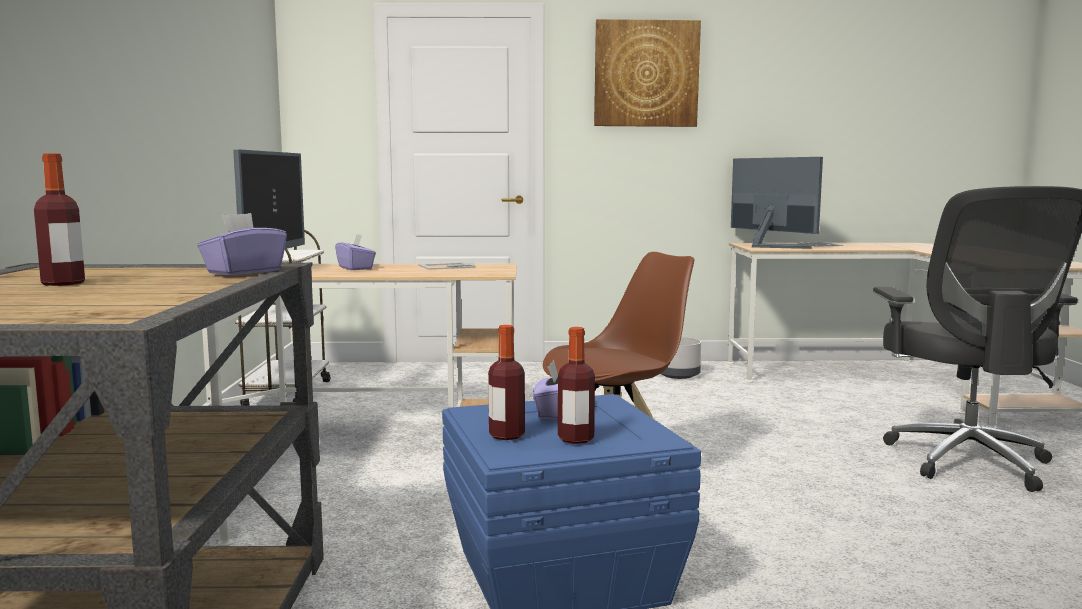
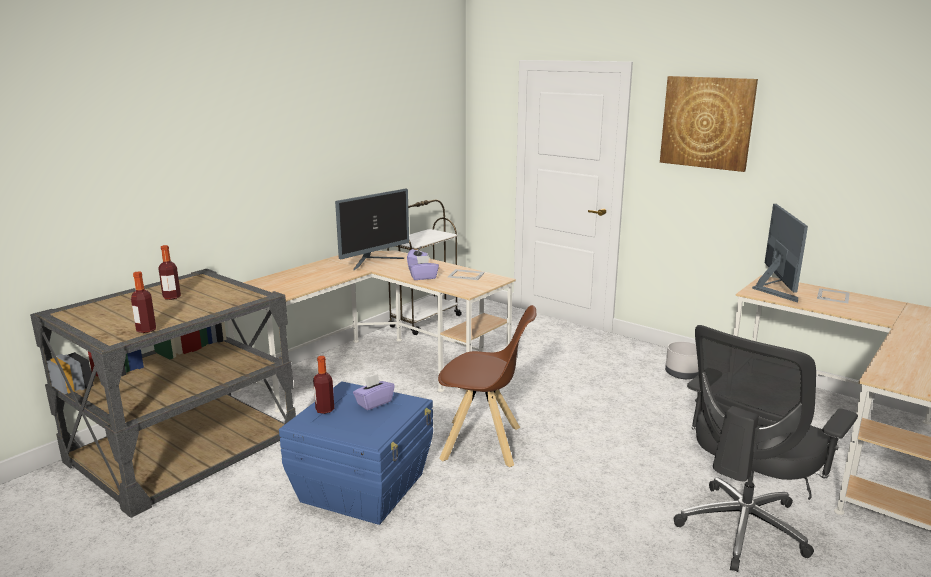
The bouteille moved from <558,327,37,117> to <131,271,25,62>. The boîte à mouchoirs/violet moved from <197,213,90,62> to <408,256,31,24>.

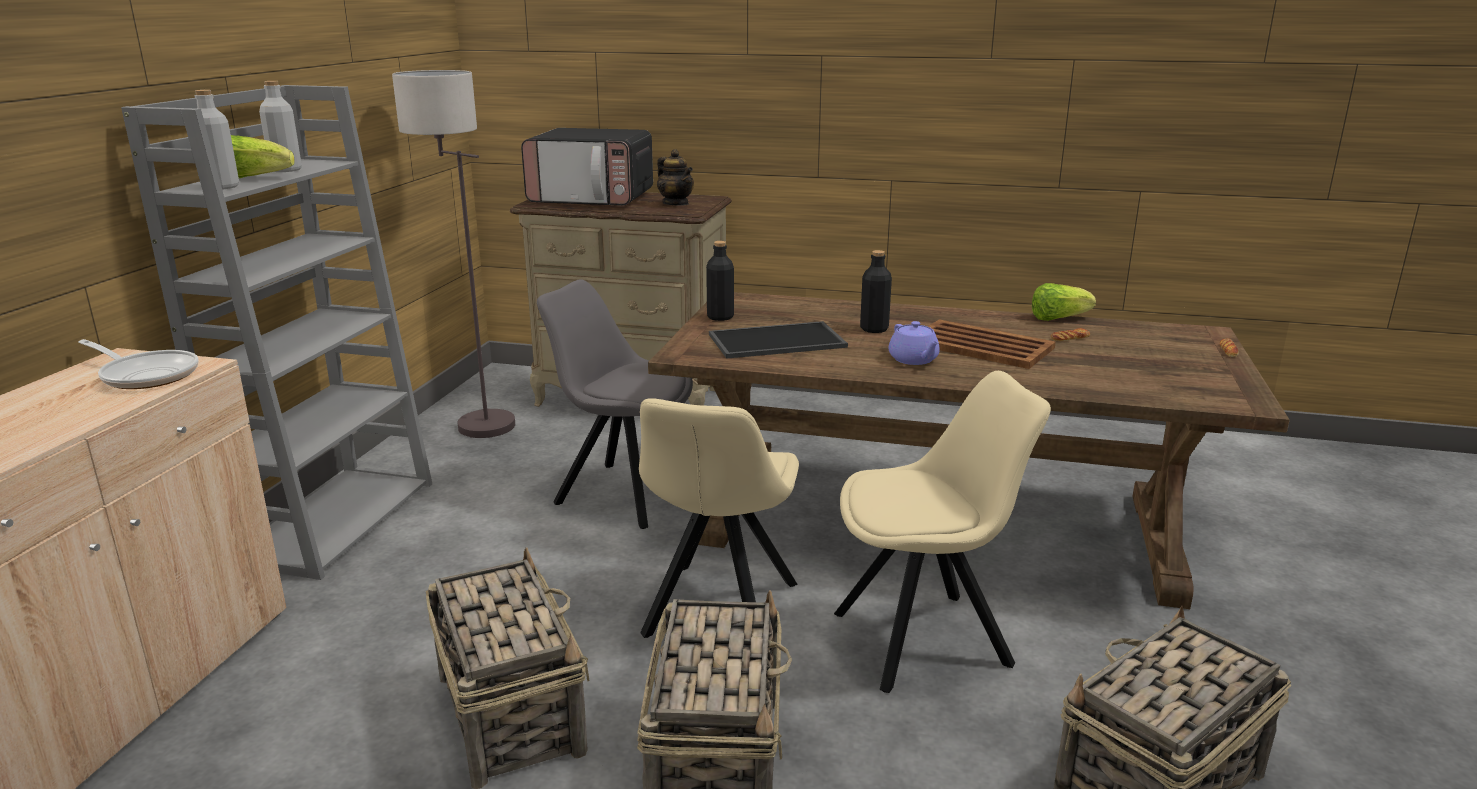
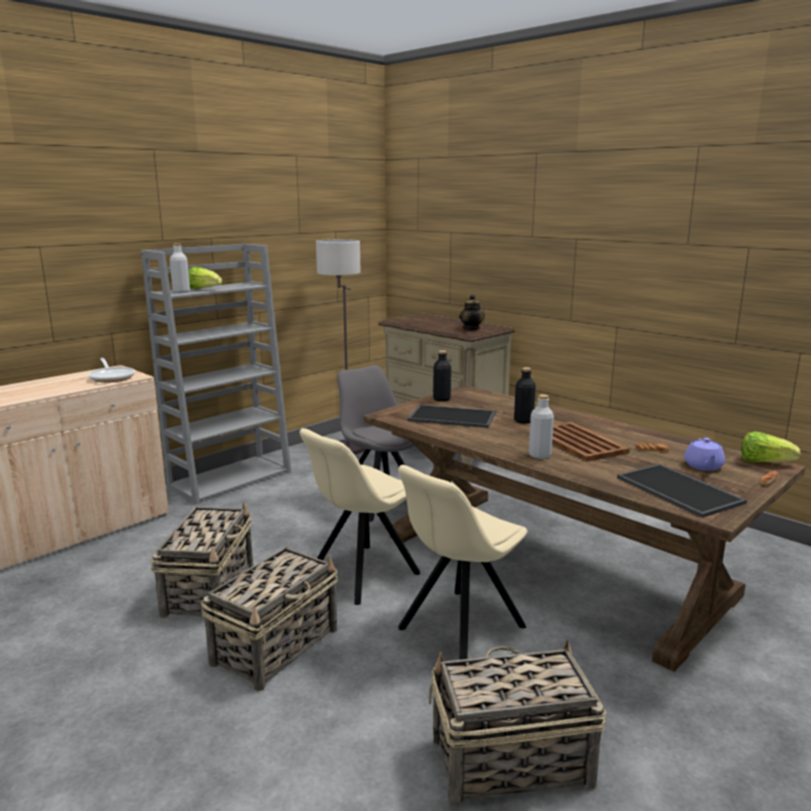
The chaise/beige at <834,371,217,322> turned 120 degrees clockwise. The bouteille/gris moved from <259,81,43,91> to <529,394,25,65>. The plateau at <617,464,130,54> appeared. The théière/violet moved from <889,321,51,44> to <684,438,41,33>. The laitue moved from <1032,283,64,38> to <741,431,59,31>. The micro-ondes at <521,128,132,78> disappeared.

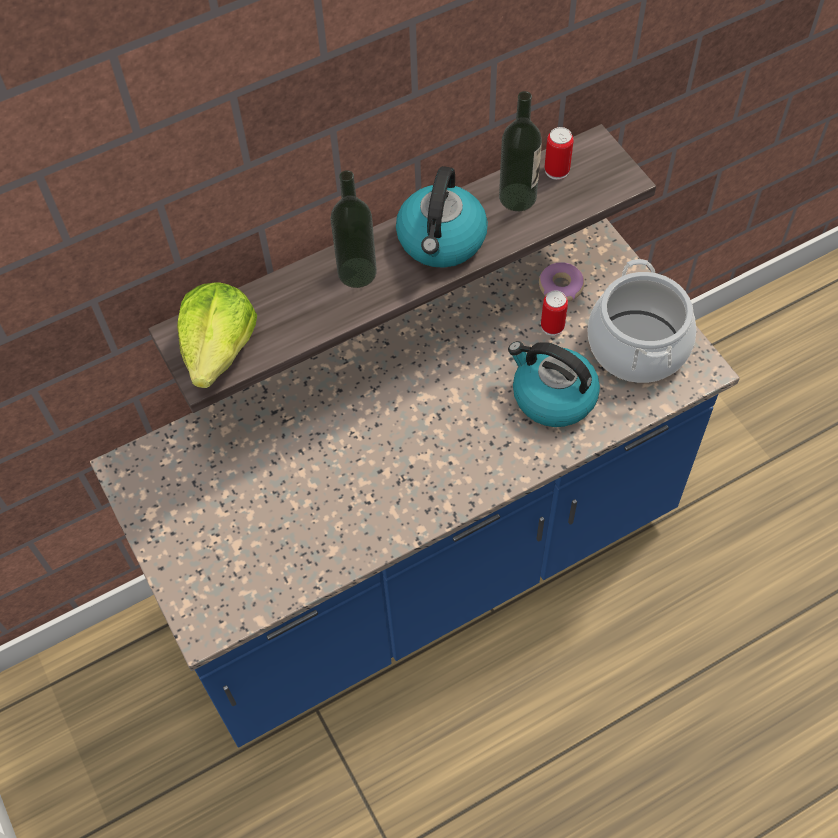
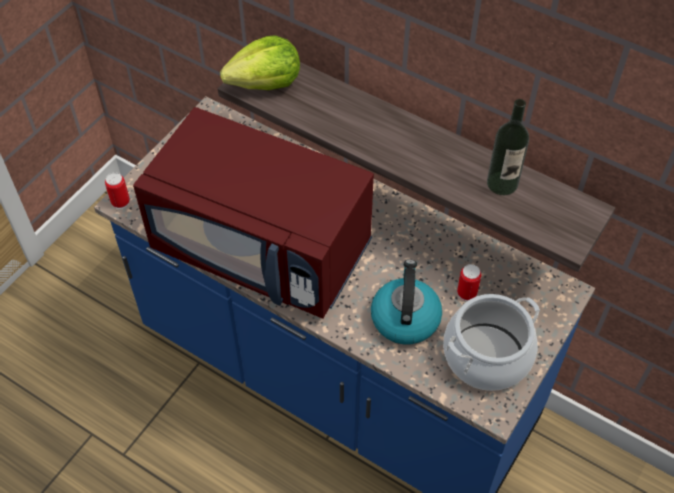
The boîte métallique moved from <545,127,29,53> to <105,172,25,37>. The micro-ondes/rouge at <133,107,241,212> appeared. The bouteille at <330,170,47,118> disappeared. The bouilloire at <396,166,92,102> disappeared. The beignet at <539,262,45,40> disappeared.

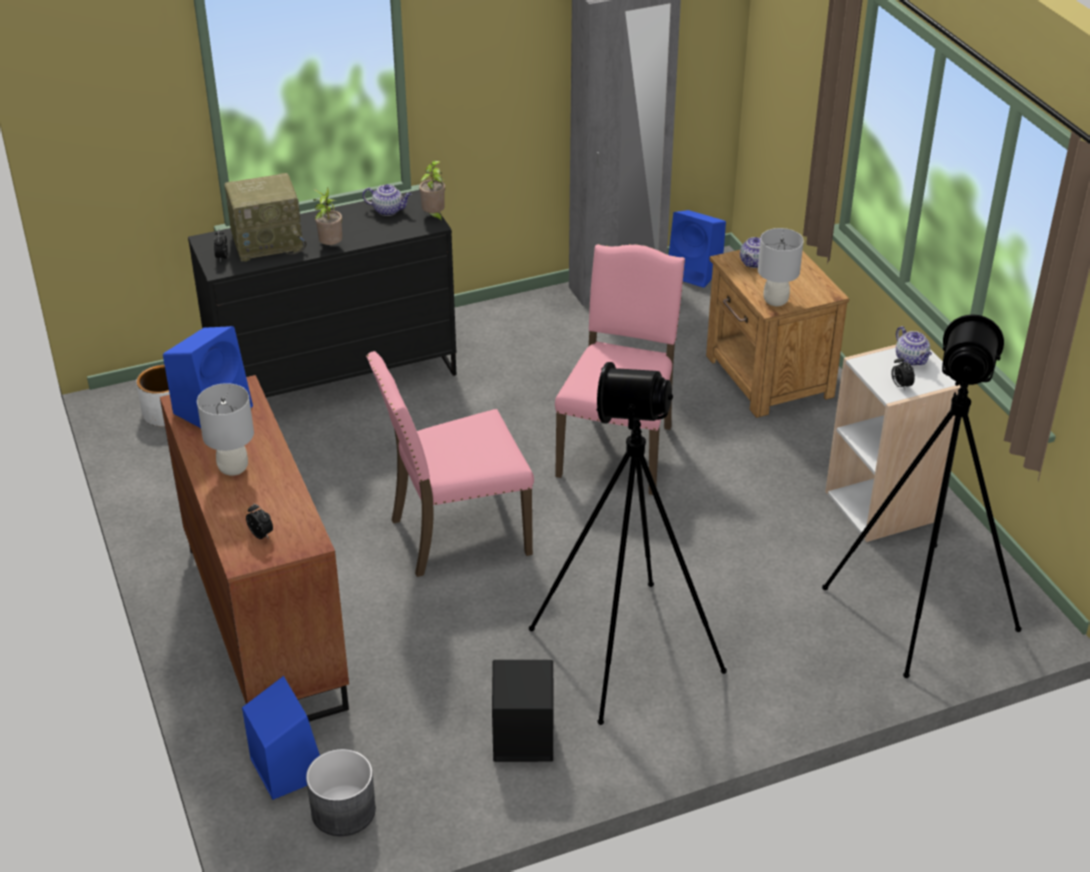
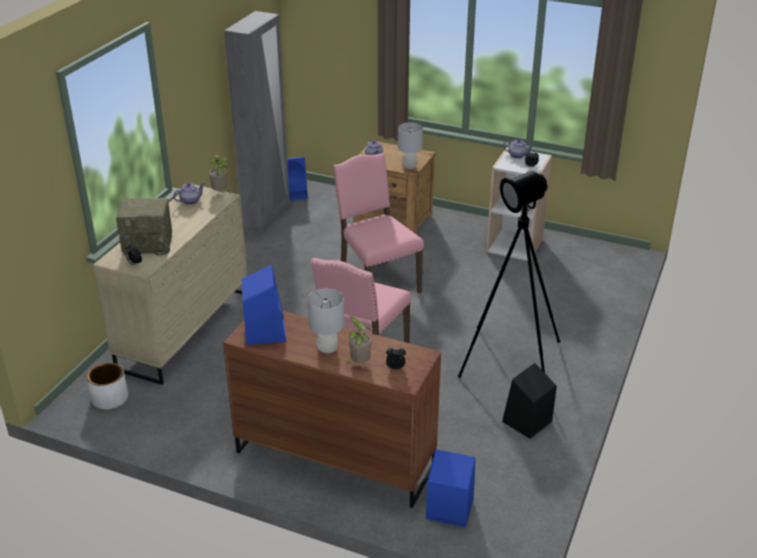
The commode/noir at <188,190,269,208> became the commode/beige at <93,185,154,200>. The radio at <224,173,83,89> turned 60 degrees clockwise. The plante en pot moved from <313,188,29,57> to <345,317,27,47>. The cache-pot/gris at <306,749,70,87> disappeared. The lampadaire/noir at <822,315,200,363> disappeared.

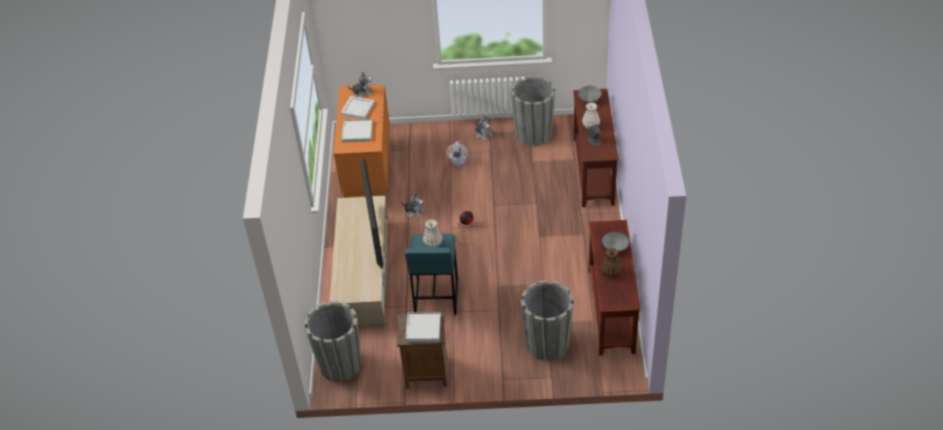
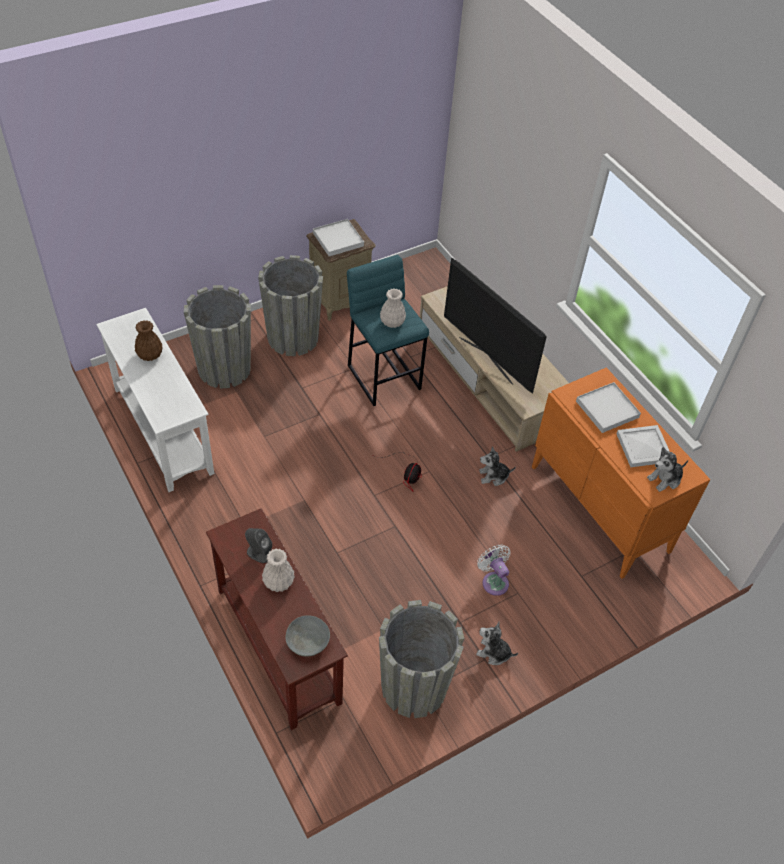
The table console/marron at <589,220,52,136> became the table console/blanc at <96,308,118,184>. The cache-pot/gris moved from <304,301,57,81> to <258,255,65,101>. The bol/gris at <602,232,27,20> disappeared.

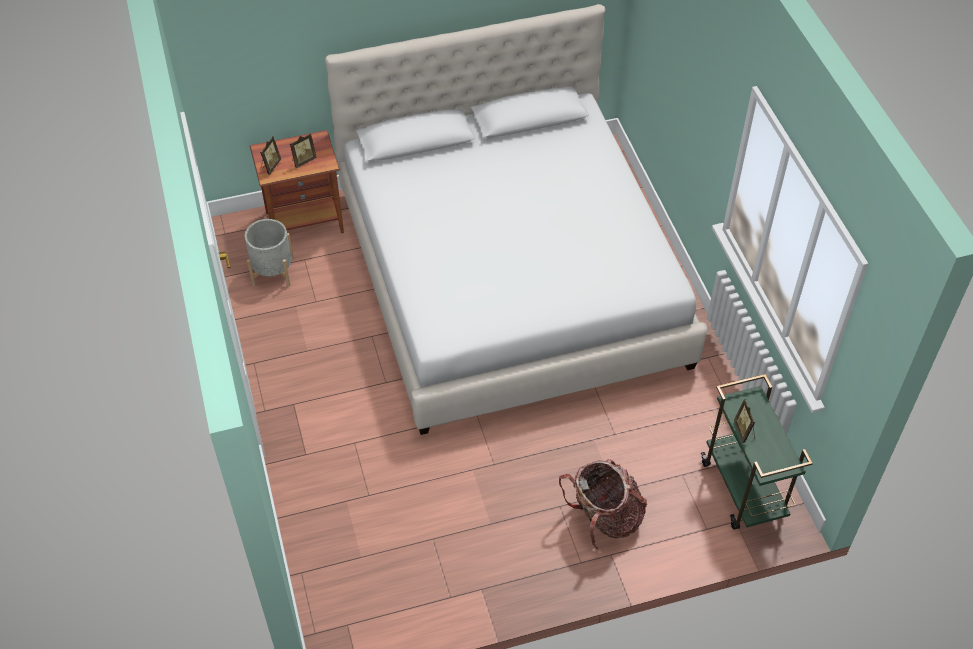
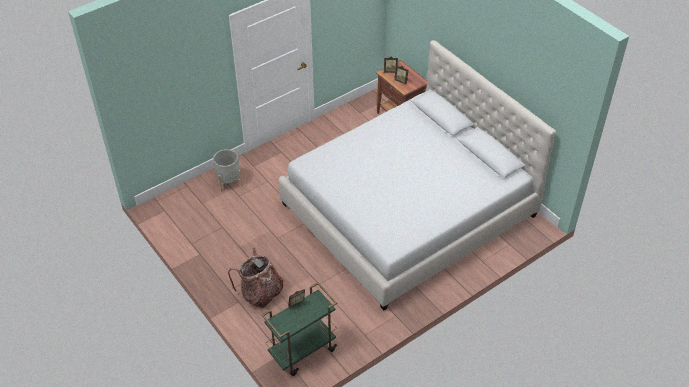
The cache-pot/gris moved from <245,219,49,68> to <213,149,30,43>.

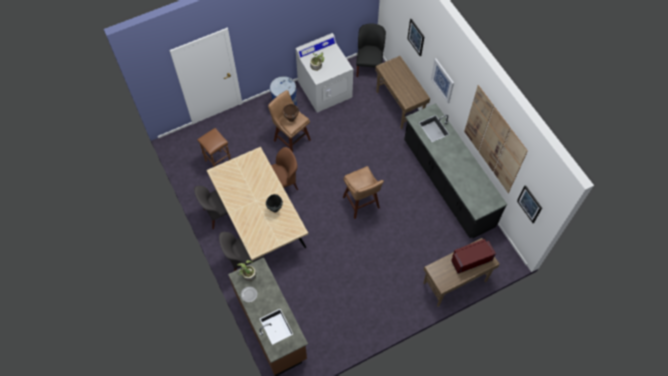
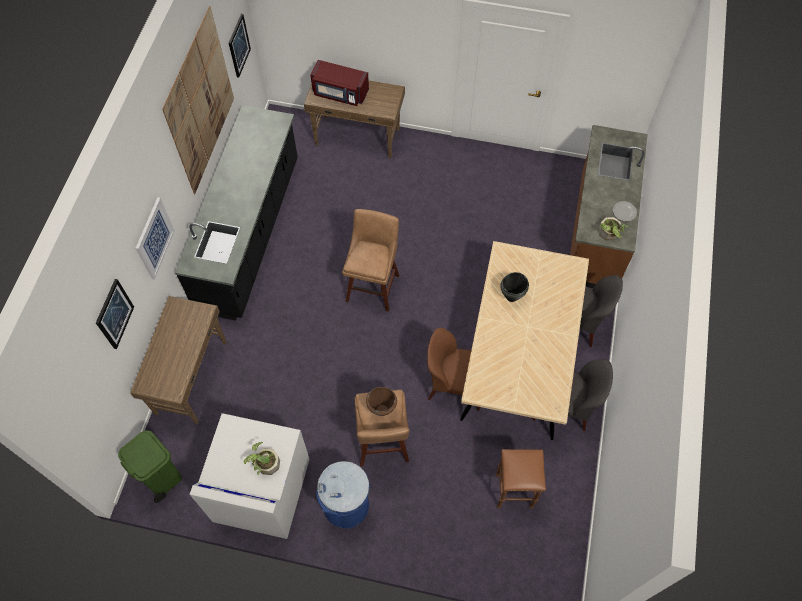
The chaise/noir at <356,23,30,54> was replaced by the poubelle/vert at <118,430,64,73>.

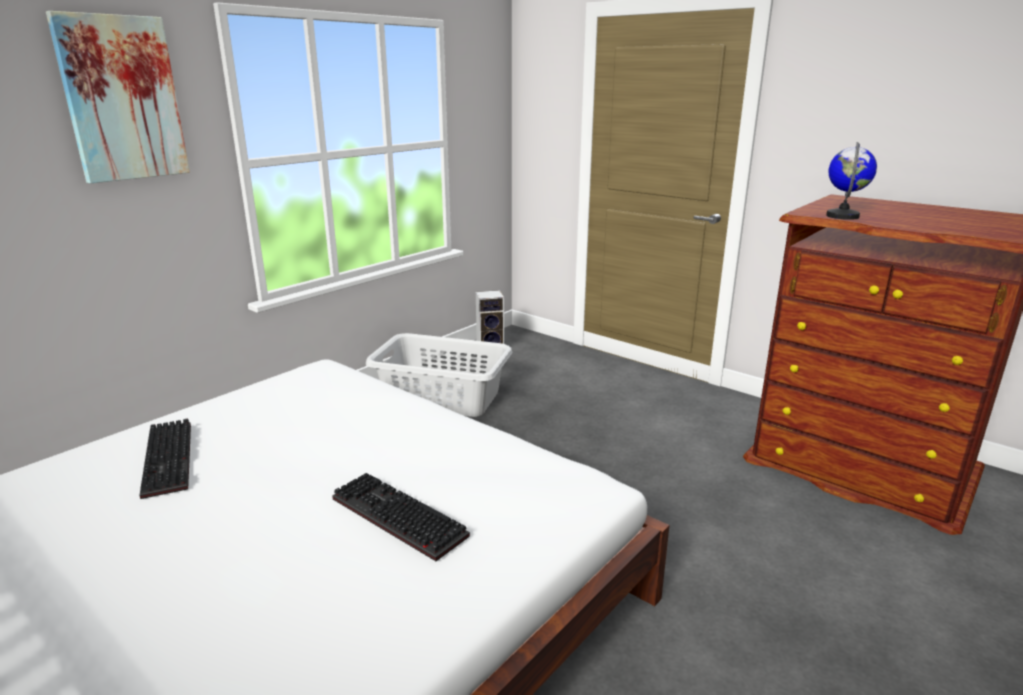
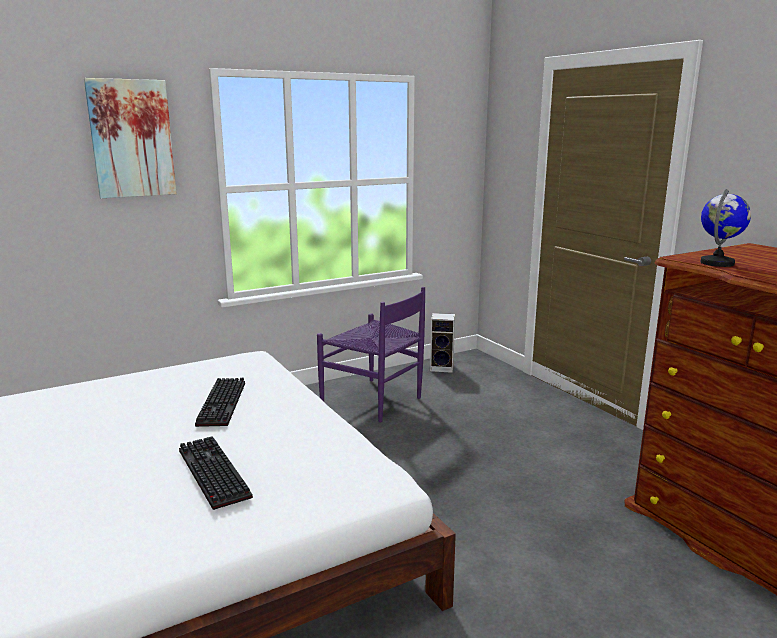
The clavier moved from <139,419,52,80> to <195,378,50,49>. The panier à linge/gris at <366,333,146,84> was replaced by the chaise/violet at <317,287,108,135>.

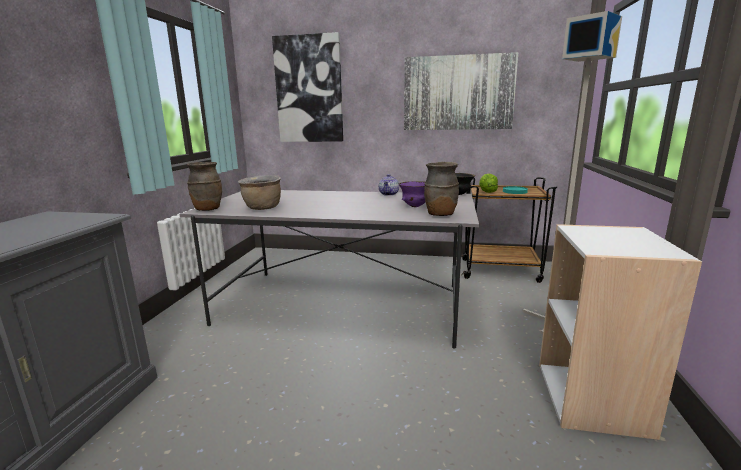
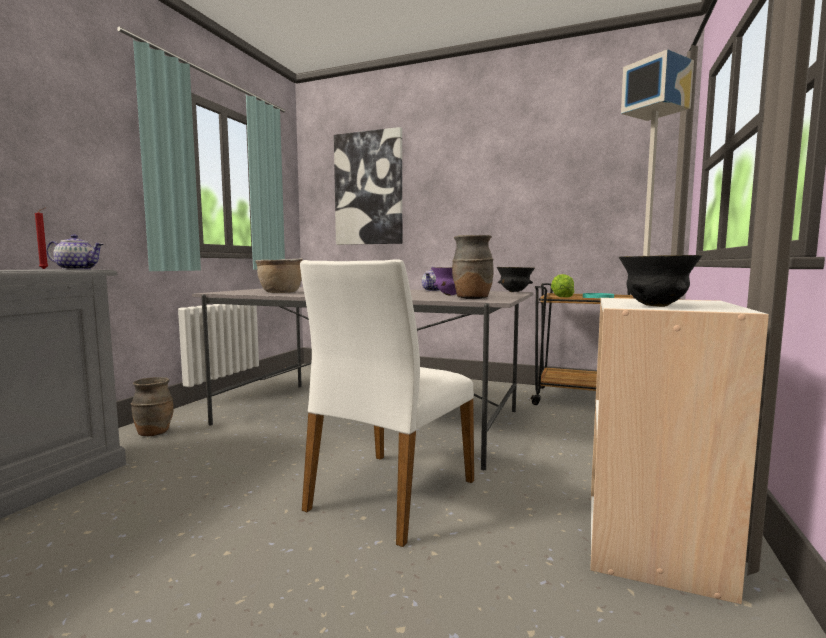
The bougie/rouge at <35,208,13,61> appeared. The théière at <46,234,57,36> appeared. The vase/marron moved from <187,162,35,49> to <131,377,43,59>. The chaise/blanc at <300,259,174,288> appeared. The bol/noir at <619,255,83,52> appeared. The tableau at <404,52,115,78> disappeared.

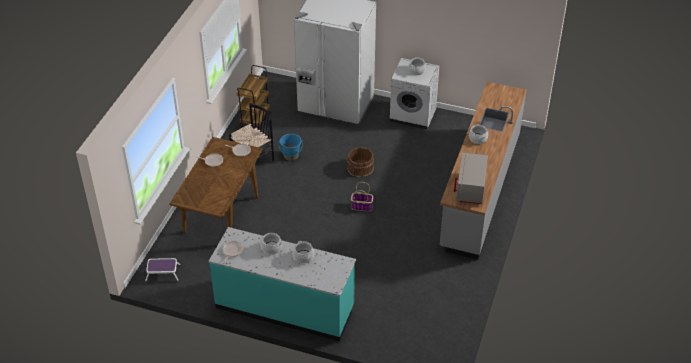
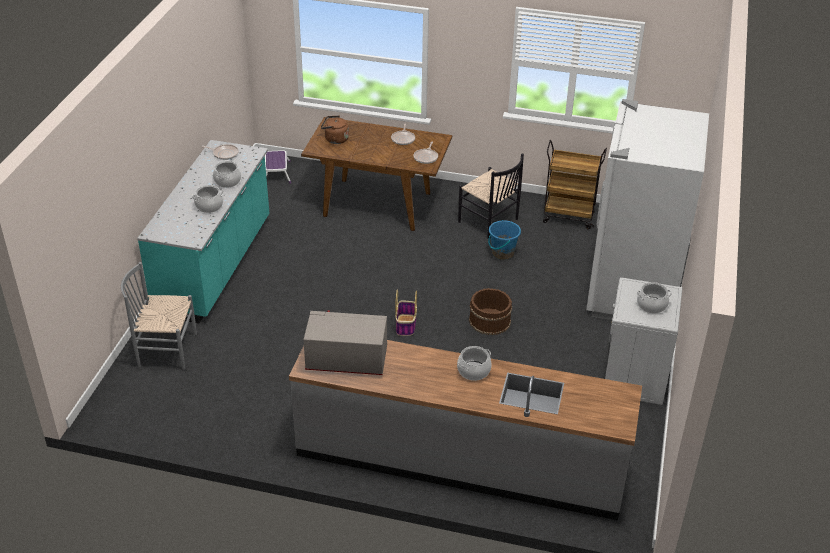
The chaise/gris at <121,262,76,108> appeared. The bouilloire/marron at <321,115,28,29> appeared.

